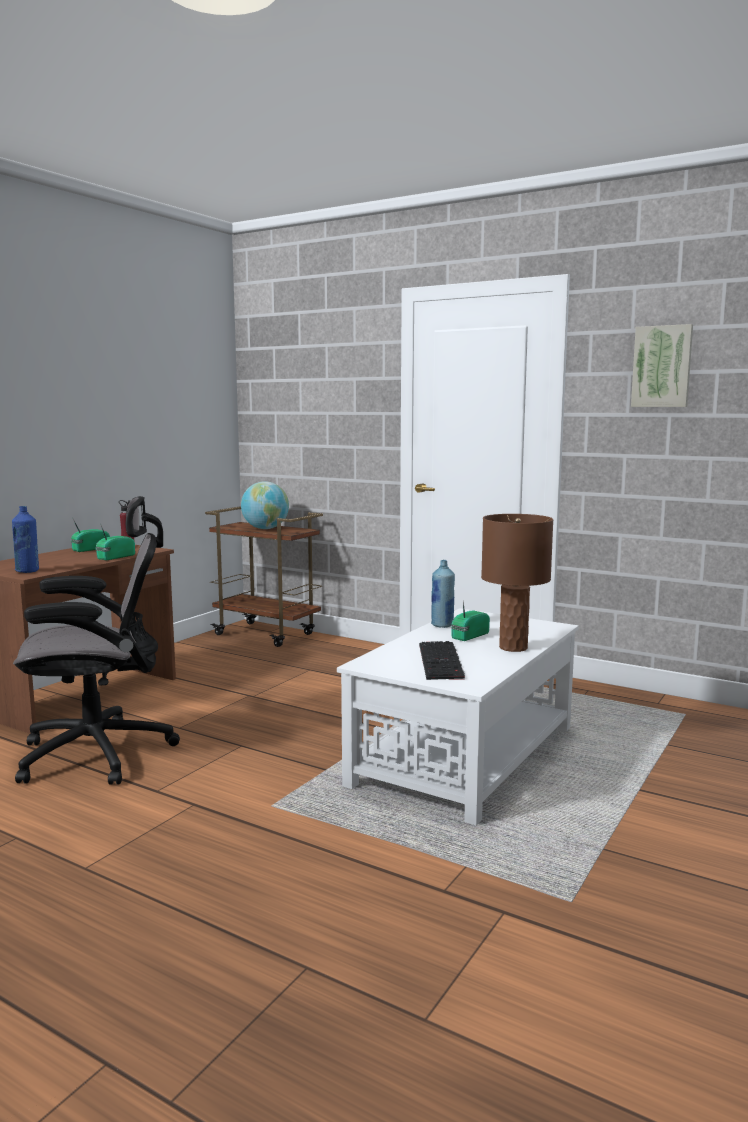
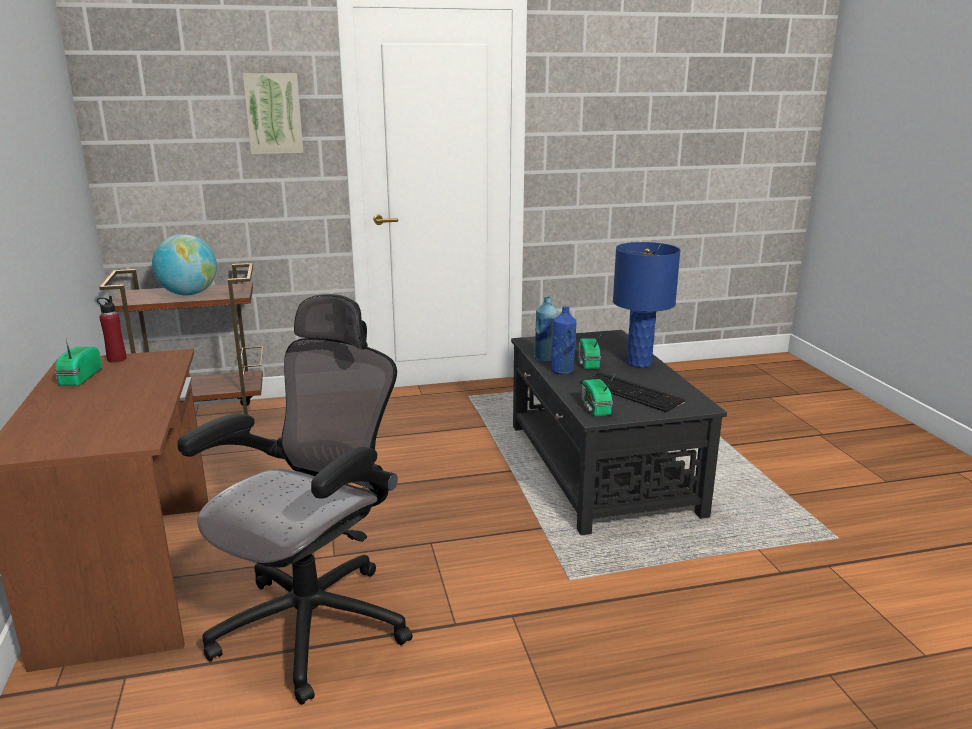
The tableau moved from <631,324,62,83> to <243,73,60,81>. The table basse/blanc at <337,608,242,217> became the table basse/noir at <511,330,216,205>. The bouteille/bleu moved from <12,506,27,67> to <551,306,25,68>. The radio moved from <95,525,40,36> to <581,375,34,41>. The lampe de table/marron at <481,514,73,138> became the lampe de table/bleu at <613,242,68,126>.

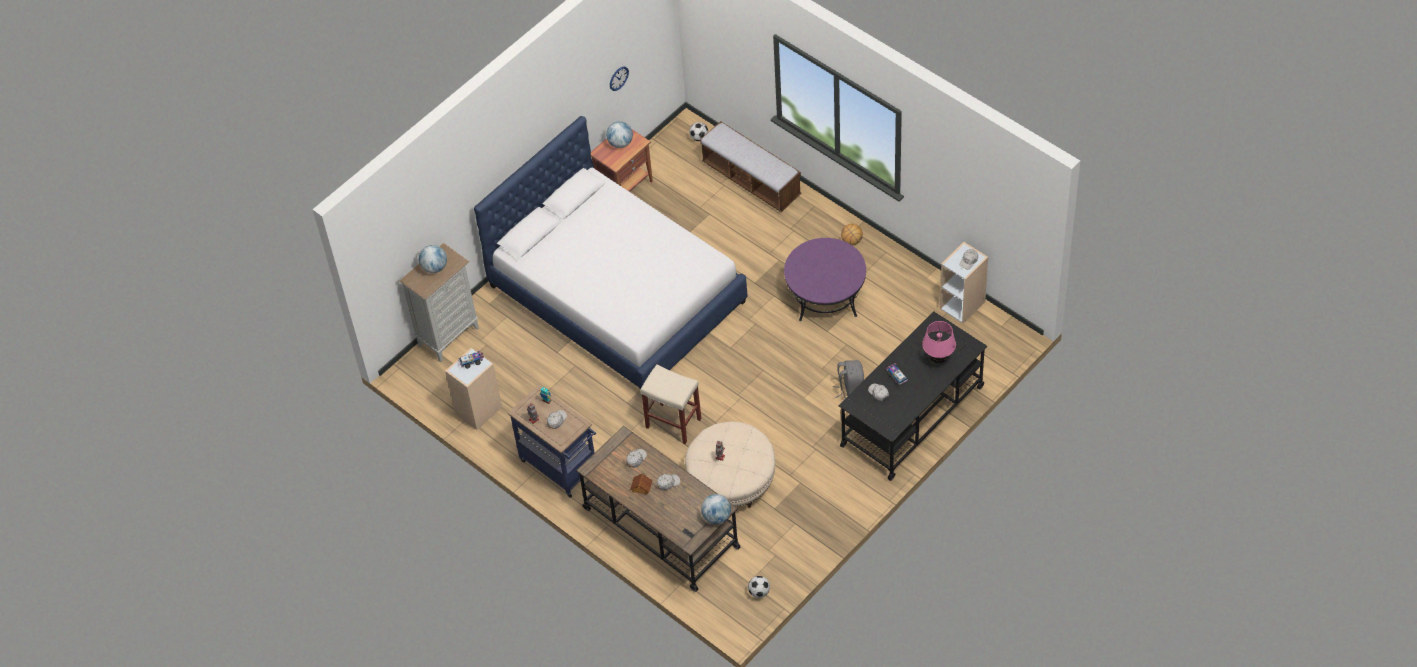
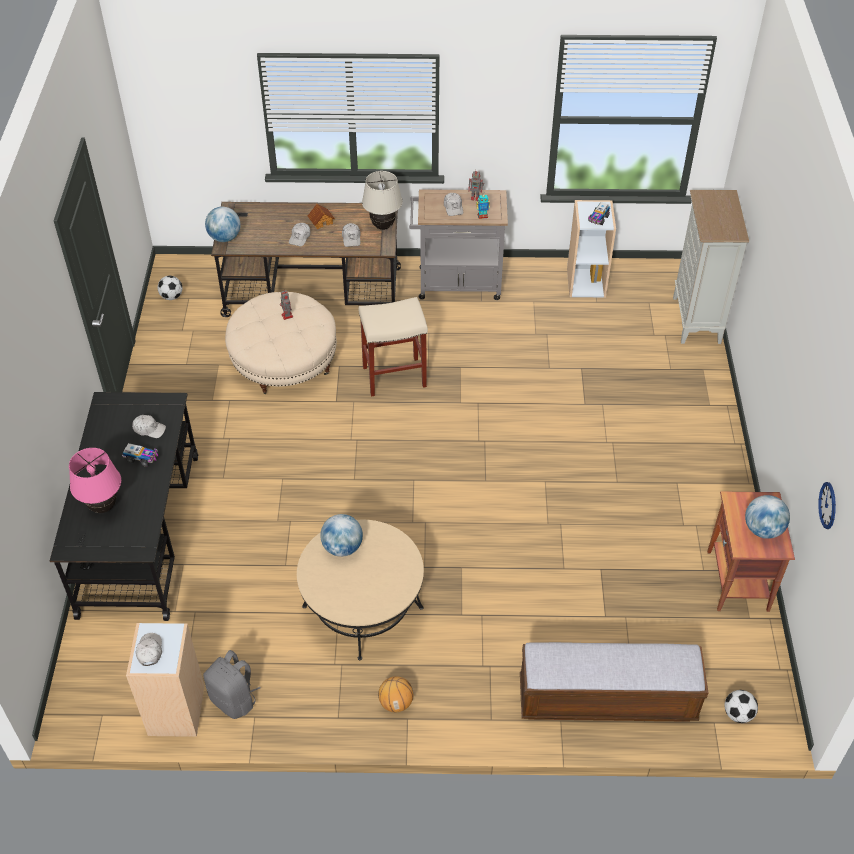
The sac à dos/gris moved from <833,360,31,38> to <203,650,58,69>. The table basse/violet at <784,238,82,83> became the table basse/beige at <297,520,127,140>. The globe moved from <419,245,28,28> to <320,514,43,43>. The lampe de table/beige at <362,171,41,59> appeared. The chariot/bleu at <508,385,88,113> became the chariot/gris at <409,189,99,111>. The lit/blanc at <474,116,274,273> disappeared.

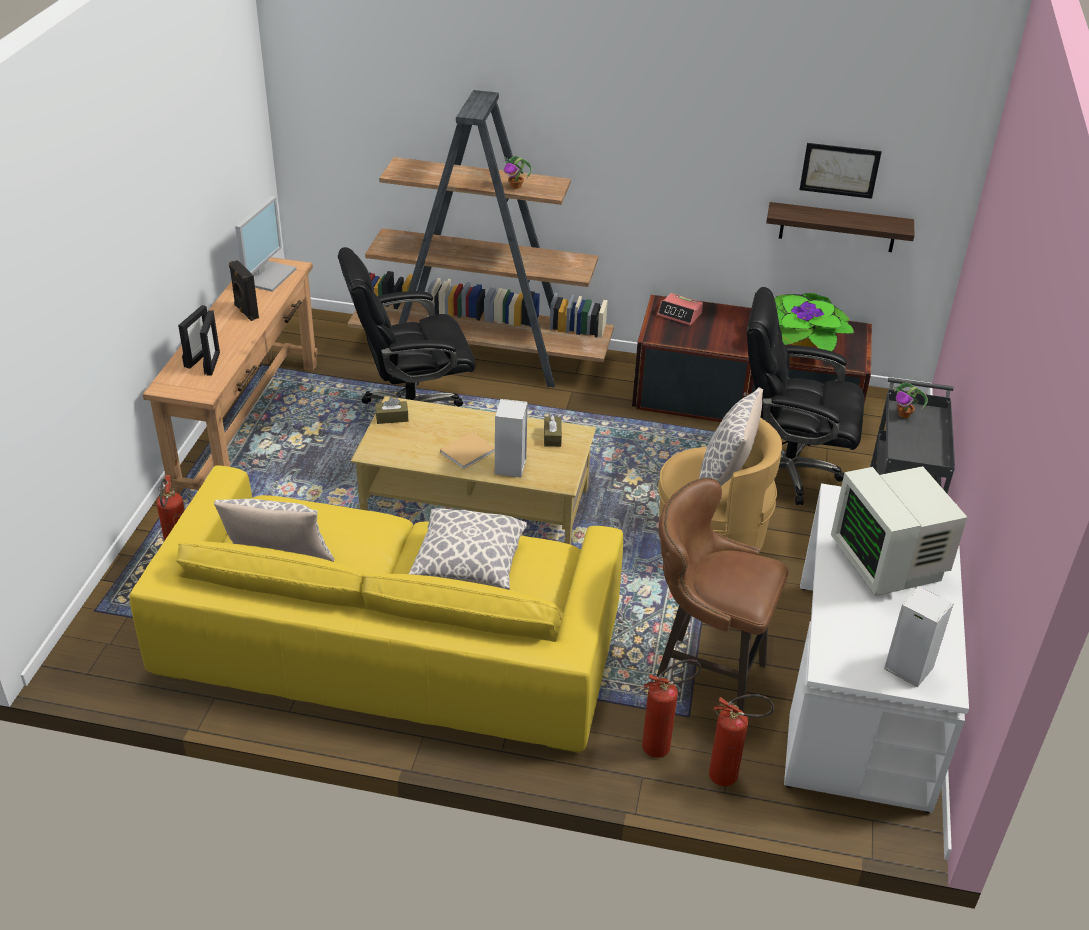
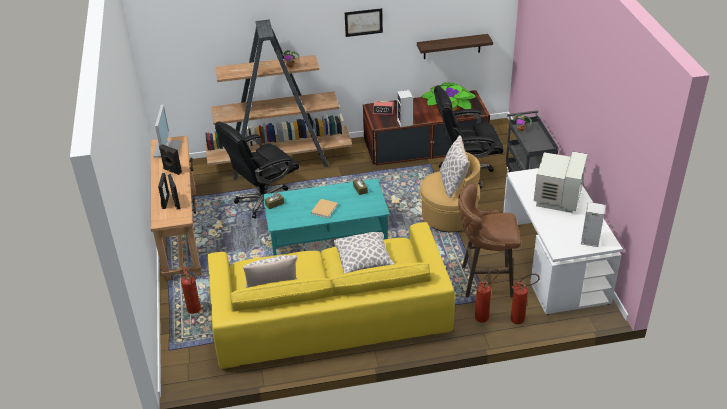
The table basse/beige at <351,396,245,149> became the table basse/turquoise at <263,179,127,77>. The tableau moved from <800,143,82,56> to <345,8,38,29>. The enceinte moved from <495,399,33,79> to <397,90,16,37>. The écran d'ordinateur at <831,466,136,130> turned 120 degrees counterclockwise.

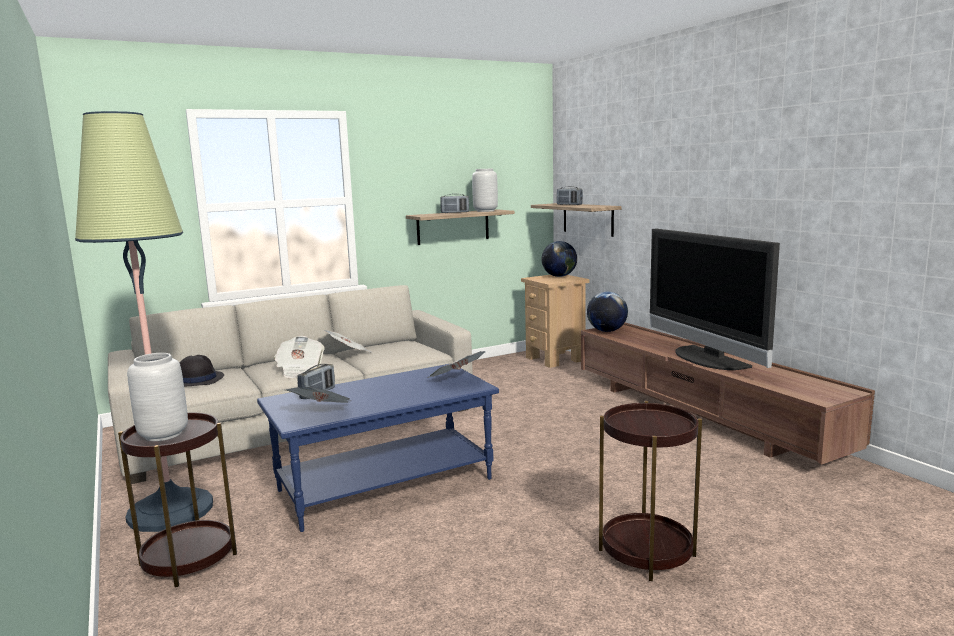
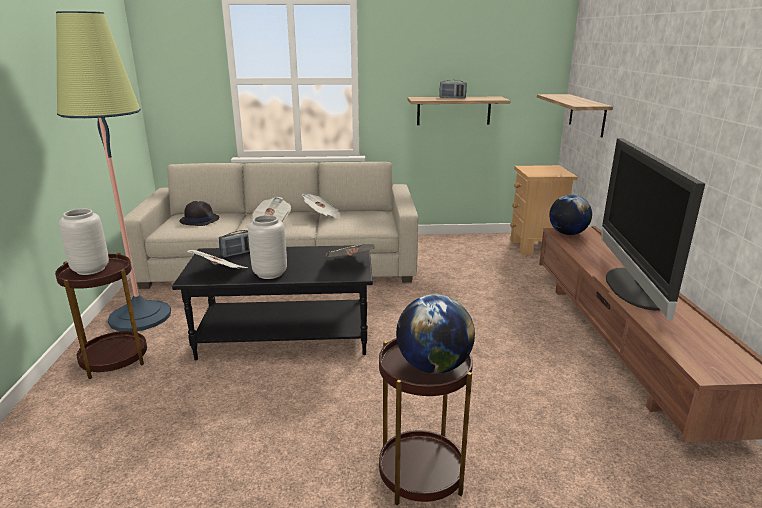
The table basse/bleu at <257,363,242,169> became the table basse/noir at <172,245,201,115>. The vase/gris moved from <472,168,26,44> to <248,215,39,64>. The globe moved from <541,241,36,36> to <396,294,79,80>. The radio at <557,186,26,19> disappeared.

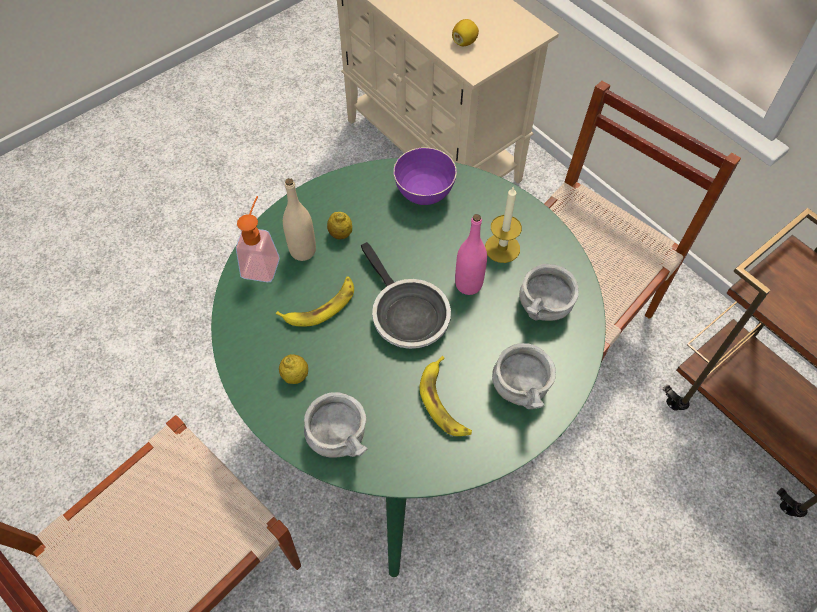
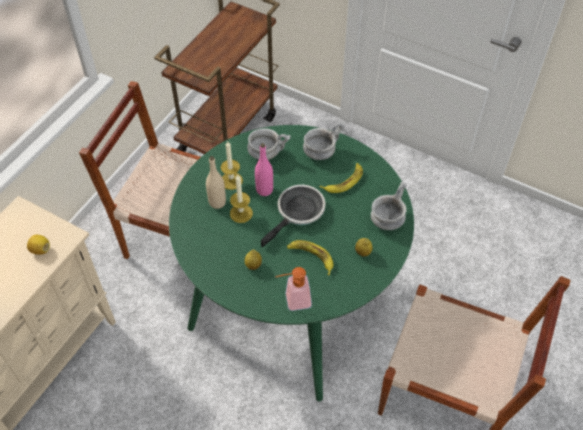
The bouteille/beige moved from <283,178,33,83> to <206,156,20,53>. The bougie at <230,175,23,48> appeared. The bol/violet at <394,148,63,57> disappeared.

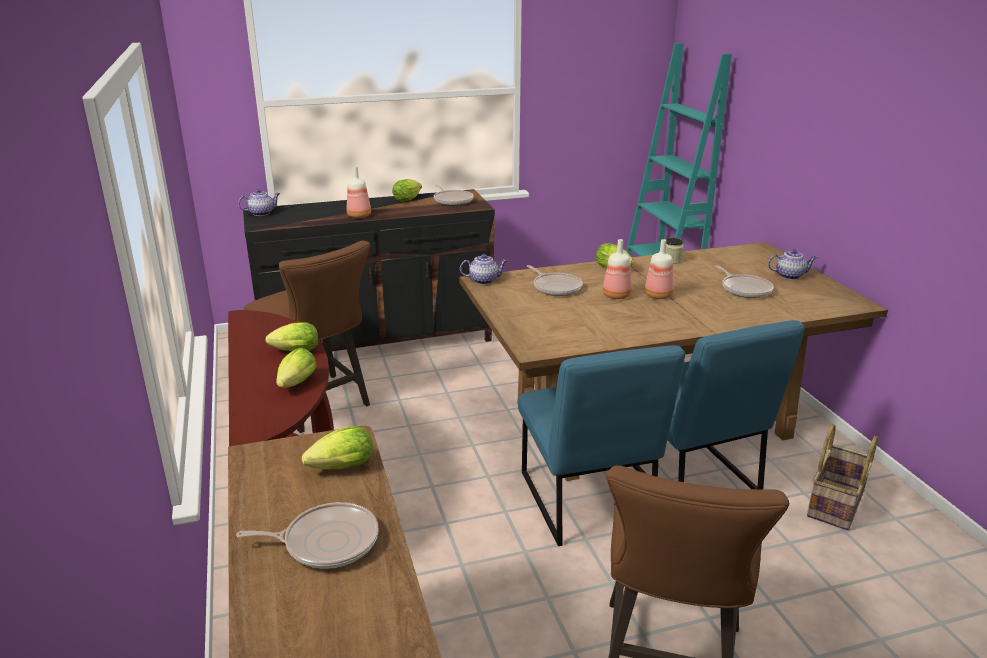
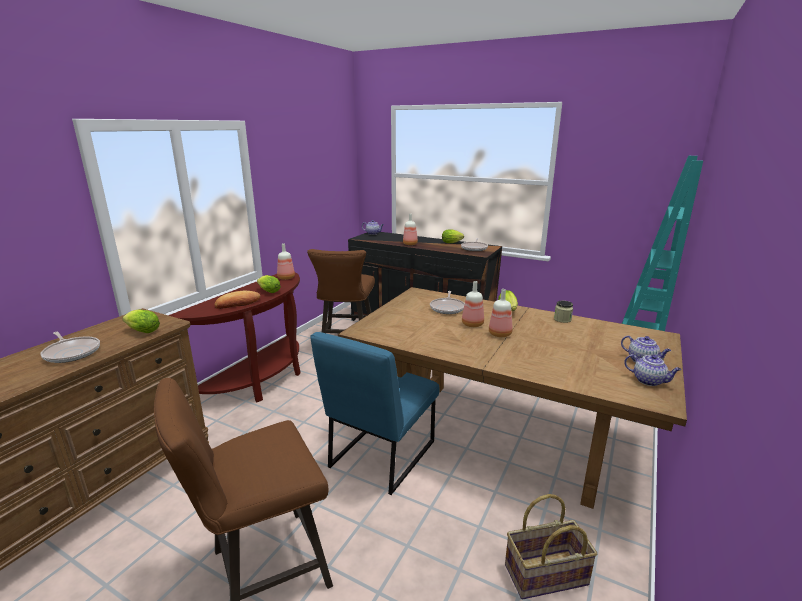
The laitue at <276,348,41,39> was replaced by the pain at <215,291,45,18>. The bouteille at <277,243,18,37> appeared. The théière moved from <460,254,48,30> to <624,354,57,32>. The chaise/bleu at <632,320,173,170> disappeared. The poêle at <715,265,59,33> disappeared.

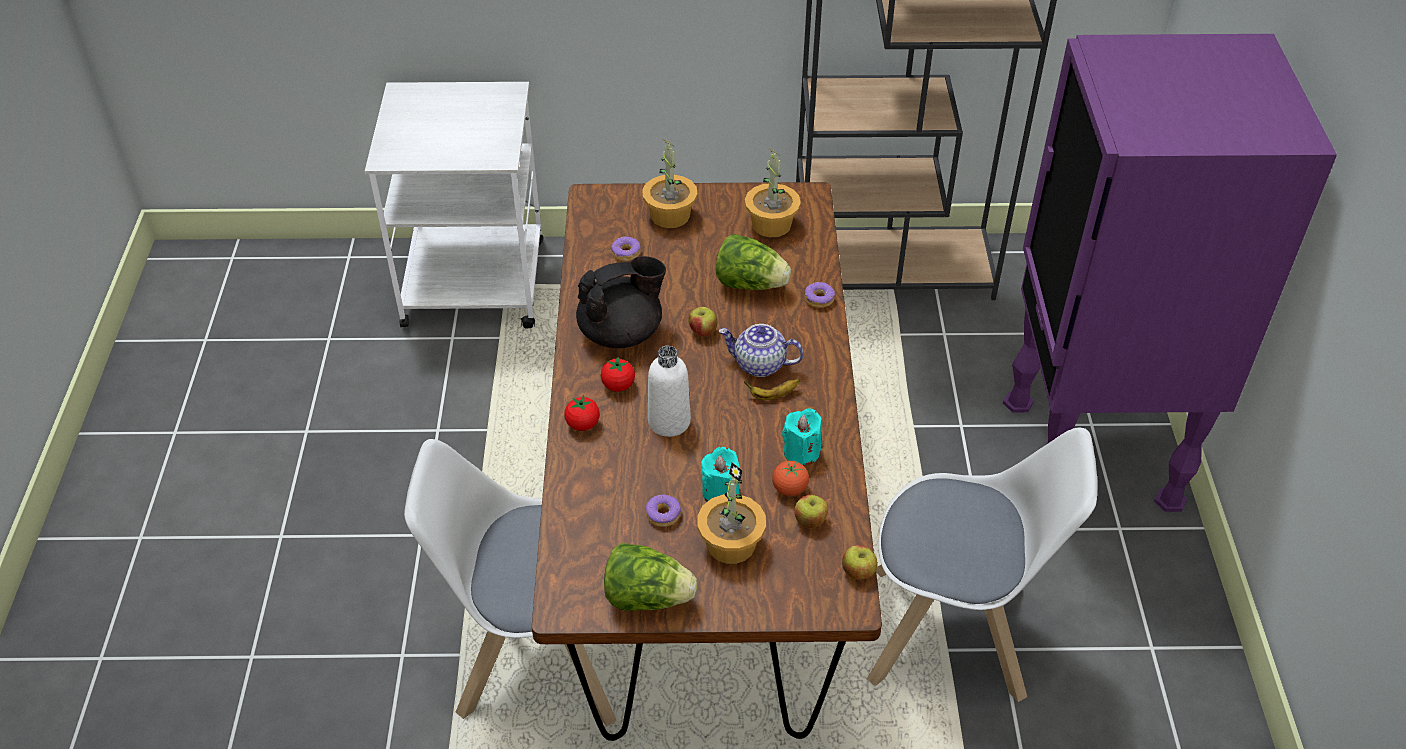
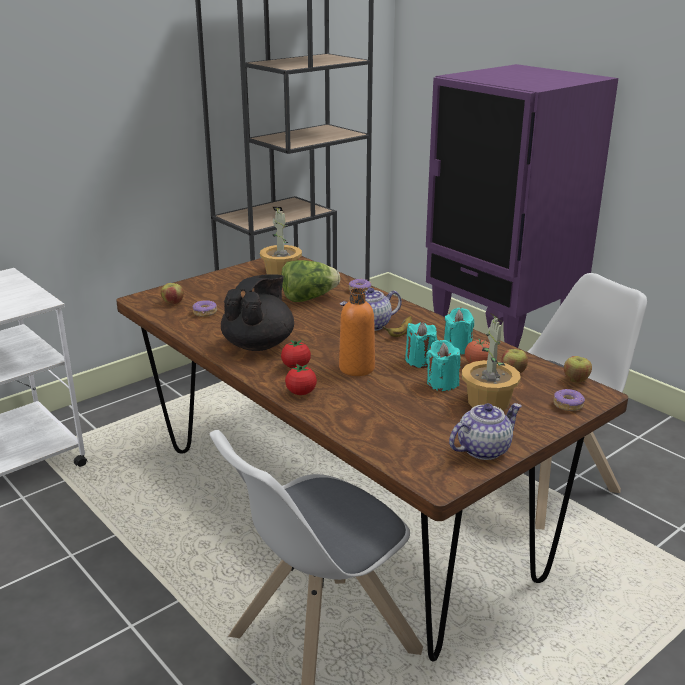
The pomme moved from <688,307,29,29> to <160,283,24,21>. The bouteille/blanc at <648,346,43,91> became the bouteille/orange at <339,288,36,88>. The bougie/turquoise at <405,322,32,46> appeared. The laitue at <604,543,93,68> was replaced by the théière at <449,403,73,57>. The beignet moved from <646,494,35,33> to <553,389,32,22>. The plante en pot at <642,139,56,89> disappeared.

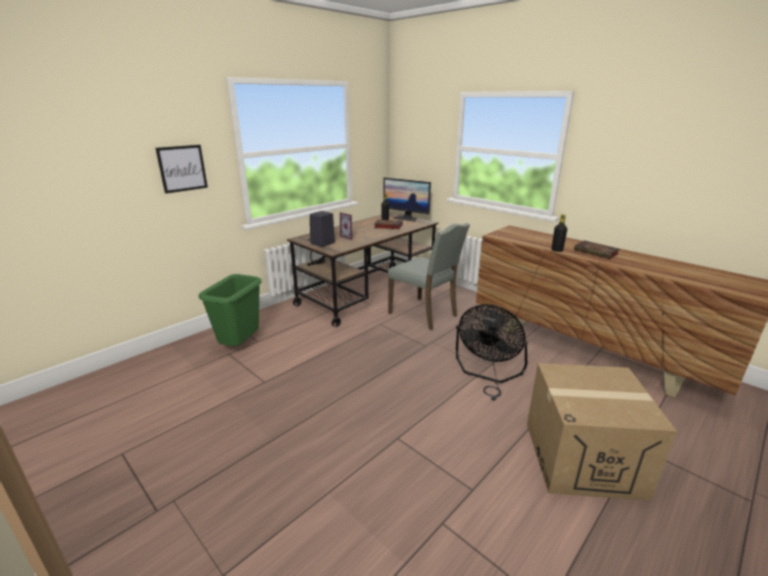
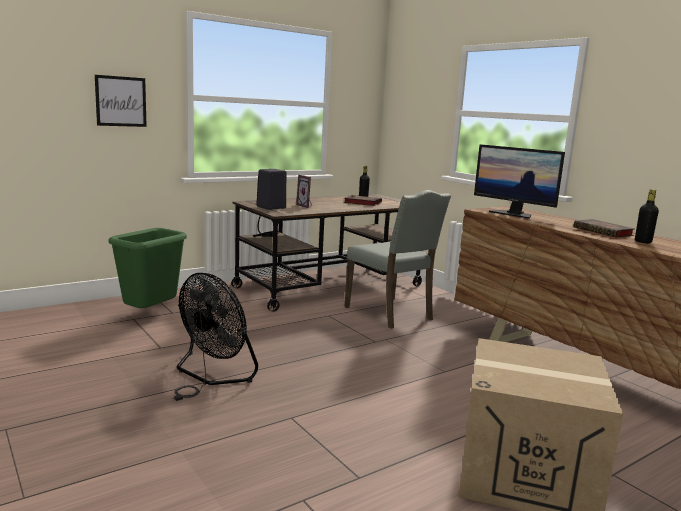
The ventilateur/noir moved from <456,304,72,97> to <174,273,84,128>. The écran d'ordinateur moved from <383,178,48,44> to <474,144,91,75>. The bouteille/noir moved from <552,214,15,38> to <635,189,24,54>.

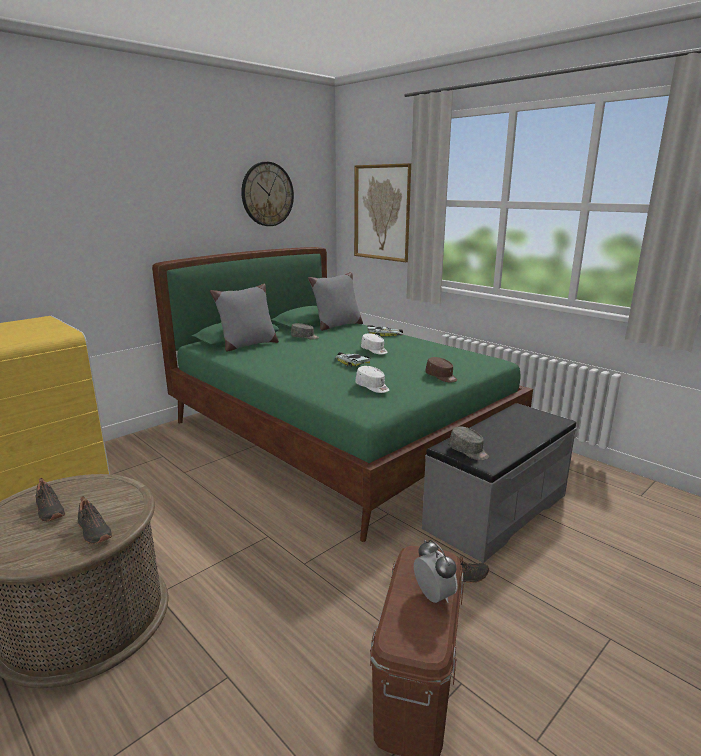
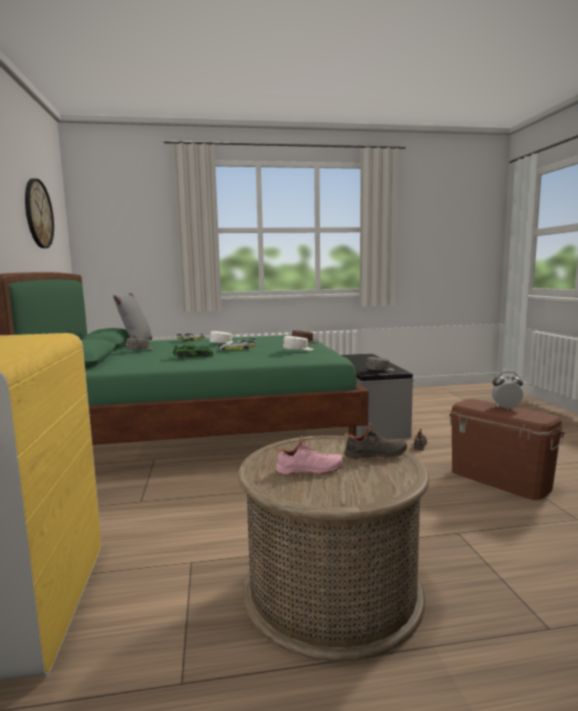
The petite voiture at <173,345,41,13> appeared. The chaussure/noir at <36,478,29,44> became the chaussure/rose at <275,436,69,40>. The coussin/gris at <210,284,69,68> disappeared. The tableau at <354,163,57,99> disappeared.

